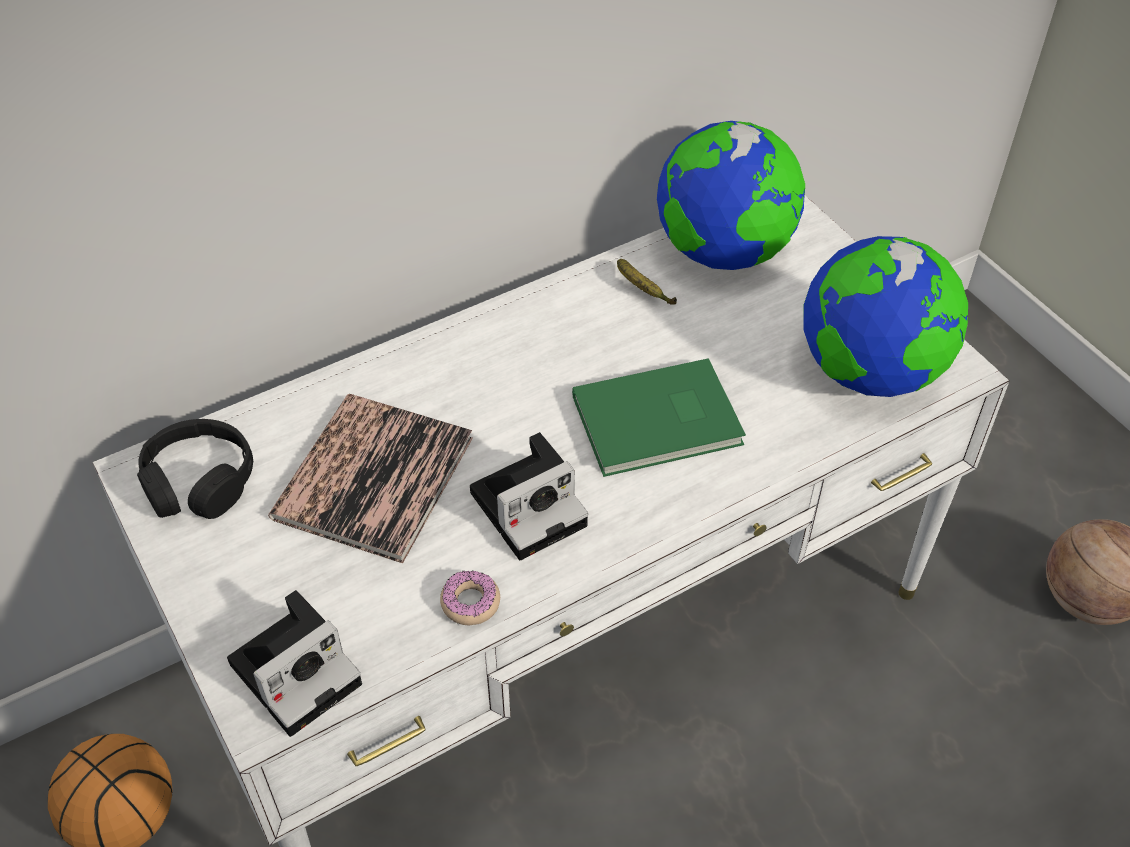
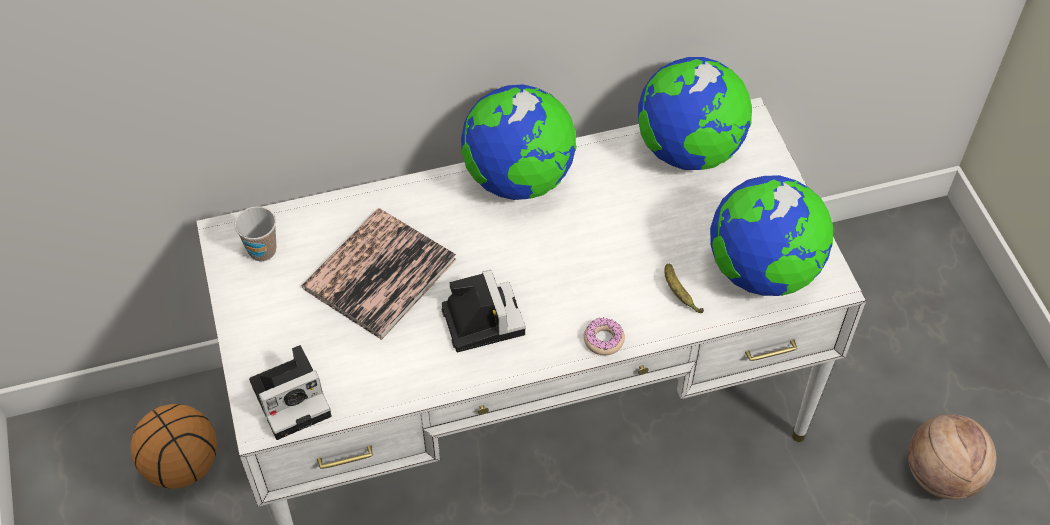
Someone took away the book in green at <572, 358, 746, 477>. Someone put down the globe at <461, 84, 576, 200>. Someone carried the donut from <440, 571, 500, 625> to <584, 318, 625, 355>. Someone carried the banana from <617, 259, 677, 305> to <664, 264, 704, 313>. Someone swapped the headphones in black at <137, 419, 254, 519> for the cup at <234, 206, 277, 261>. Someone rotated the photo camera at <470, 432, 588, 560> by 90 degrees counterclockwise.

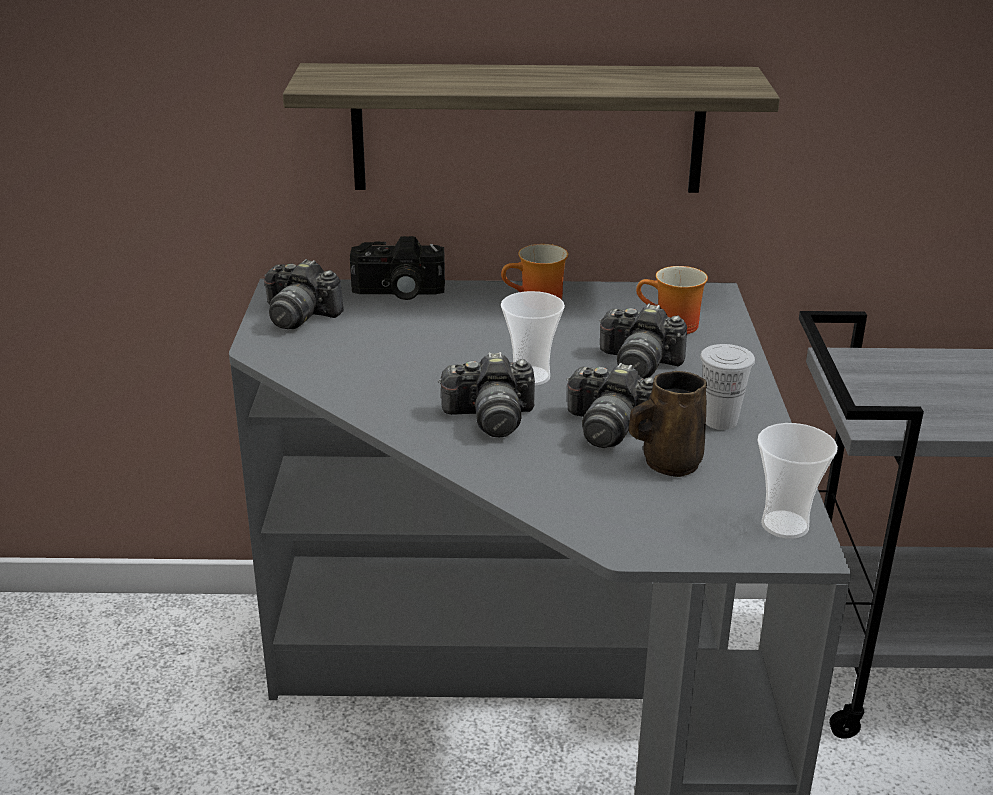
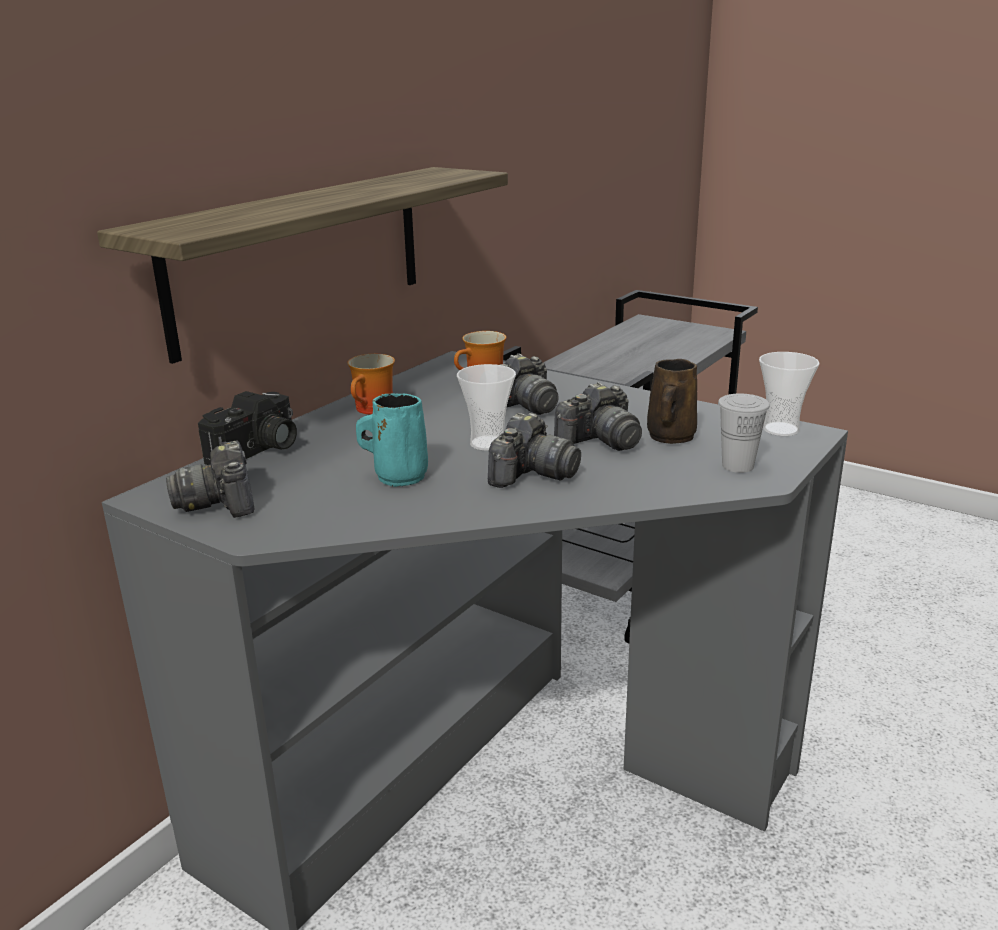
Someone put down the mug in turquoise at <356, 394, 428, 487>. Someone carried the cup in white from <700, 344, 755, 430> to <718, 394, 770, 473>. Someone rotated the photo camera at <264, 259, 344, 329> by 105 degrees clockwise.

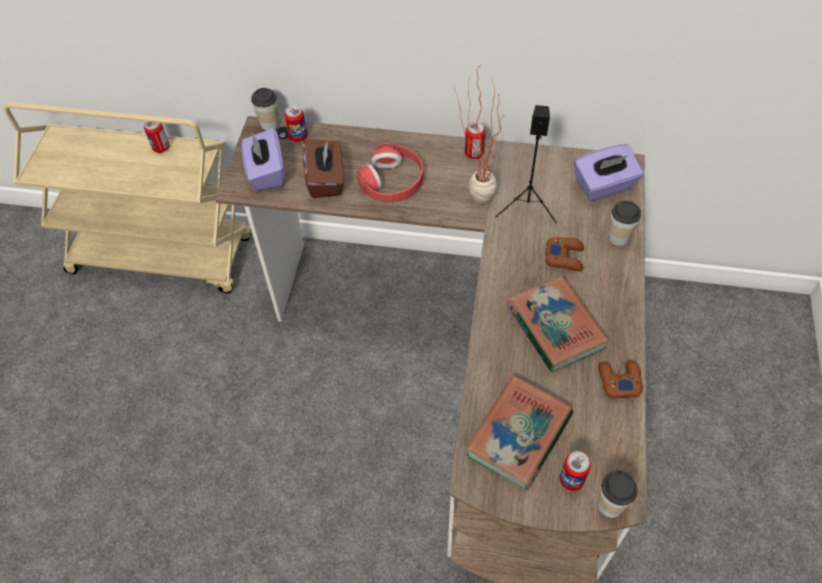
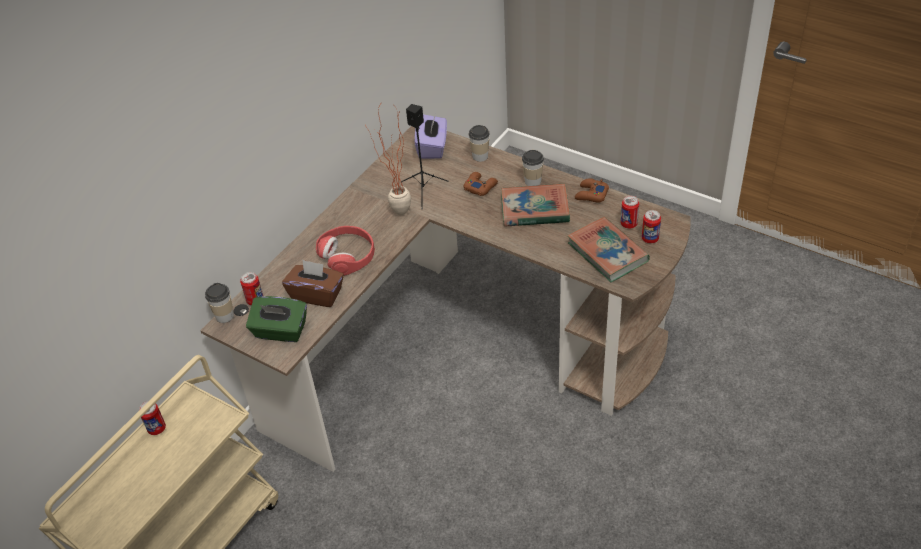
Someone carried the can from <465, 122, 485, 159> to <621, 196, 639, 228>. Someone carried the cup from <598, 470, 638, 518> to <522, 150, 544, 186>. Someone repainted the tissue box in purple at <241, 128, 285, 191>, which became the tissue box in green at <246, 296, 307, 342>.

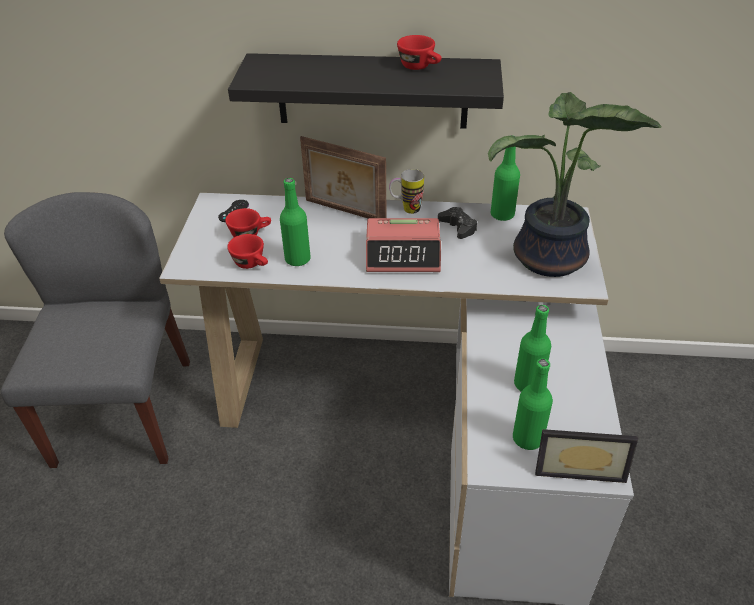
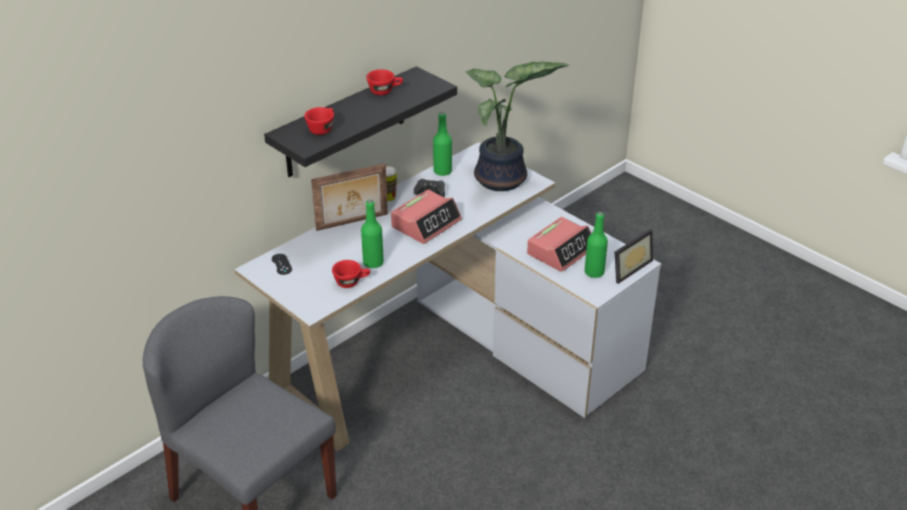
Someone carried the cup in red from <225, 208, 271, 237> to <304, 107, 334, 135>. Someone swapped the bottle in green at <514, 305, 551, 392> for the alarm clock at <527, 217, 591, 272>.

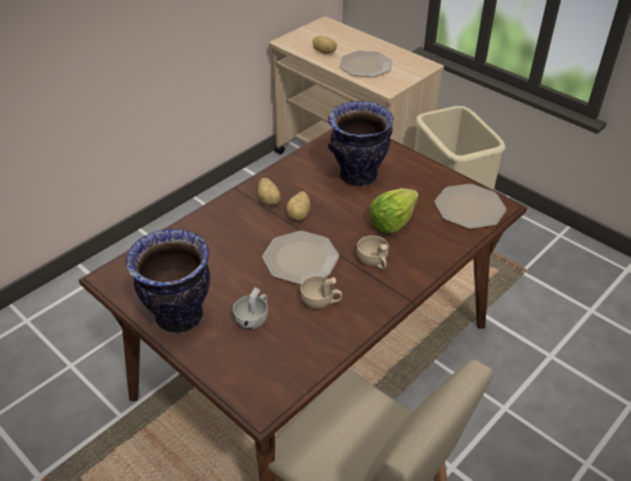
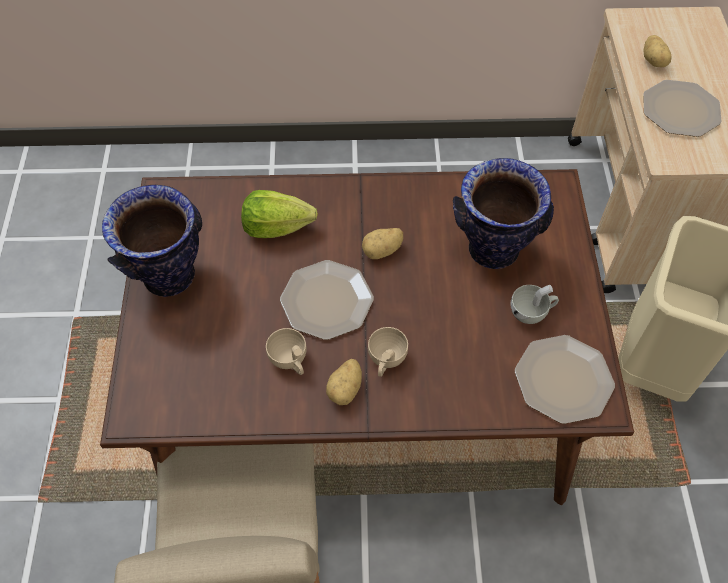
Someone carried the cup in white from <233, 287, 268, 330> to <510, 285, 559, 324>. Someone carried the potato from <257, 178, 281, 205> to <326, 359, 362, 405>. Someone carried the lettuce from <369, 188, 419, 234> to <241, 190, 318, 238>.

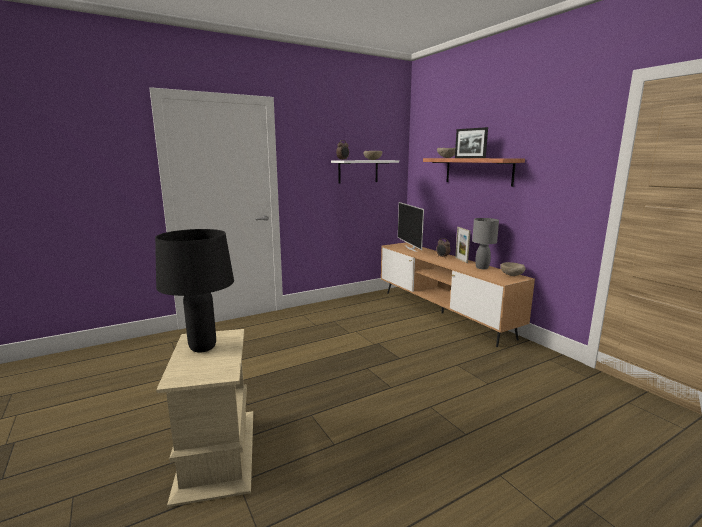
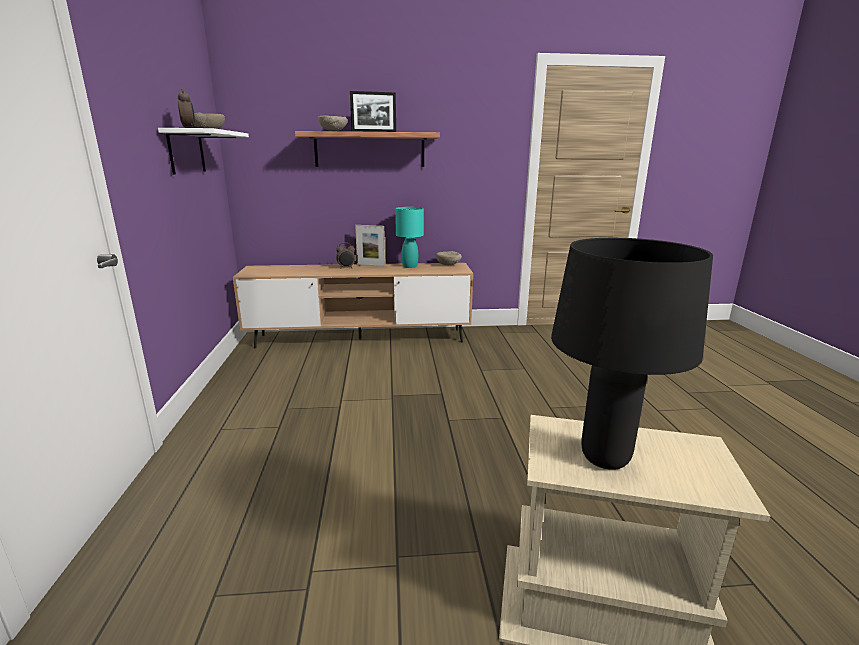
Someone took away the television at <398, 202, 424, 252>. Someone repainted the table lamp in grey at <472, 218, 499, 269>, which became the table lamp in turquoise at <395, 207, 424, 268>.

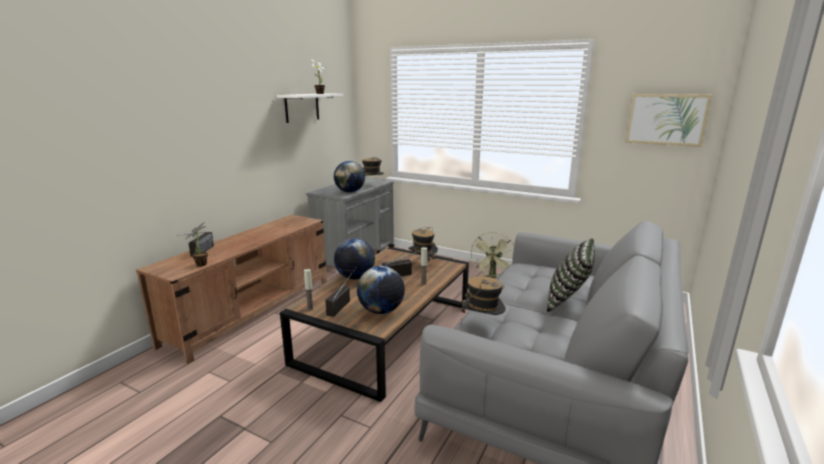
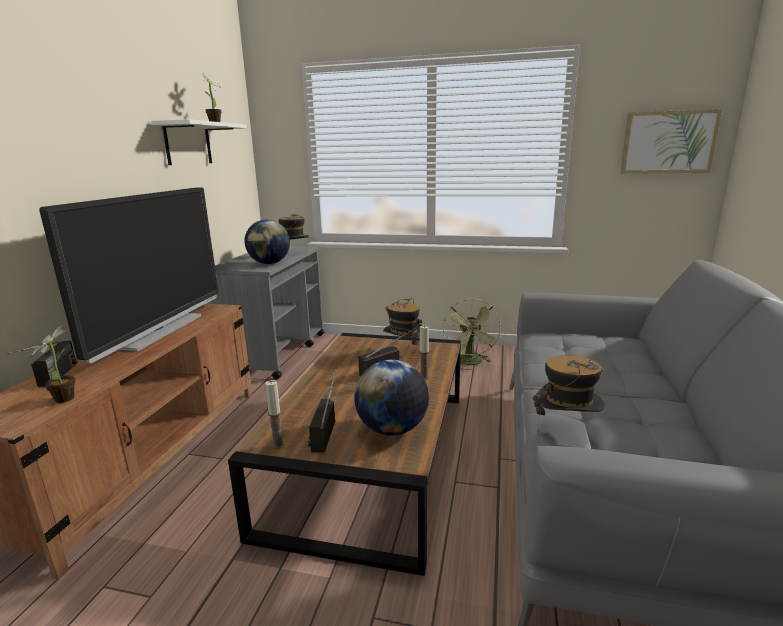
Someone took away the globe at <334, 239, 375, 279>. Someone took away the pillow at <547, 238, 595, 312>. Someone put down the television at <39, 187, 218, 363>.

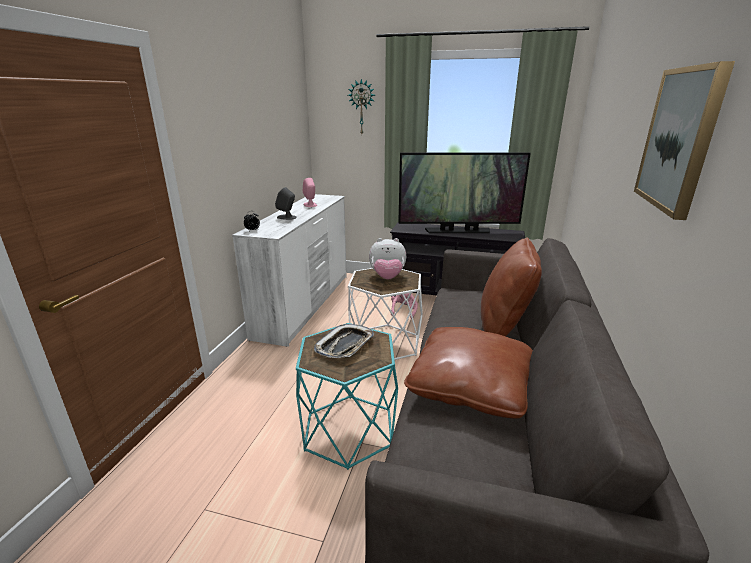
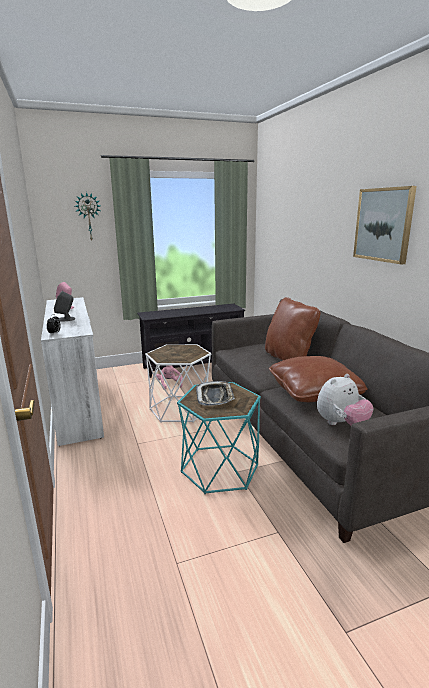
Someone took away the television at <398, 153, 531, 233>. Someone carried the plush toy from <369, 238, 406, 279> to <317, 374, 374, 425>.

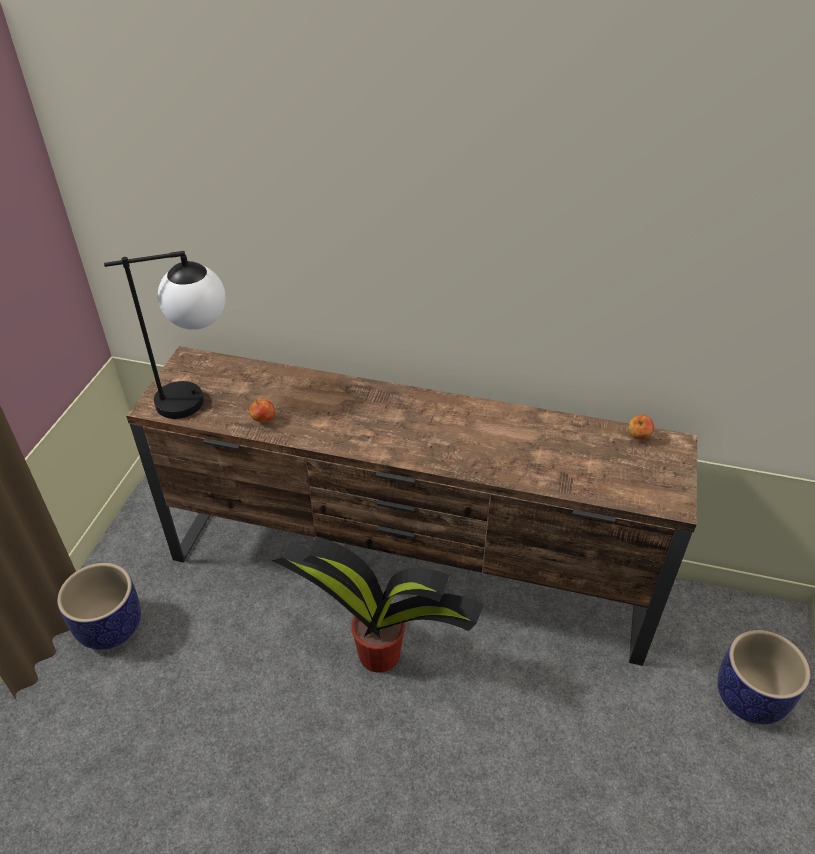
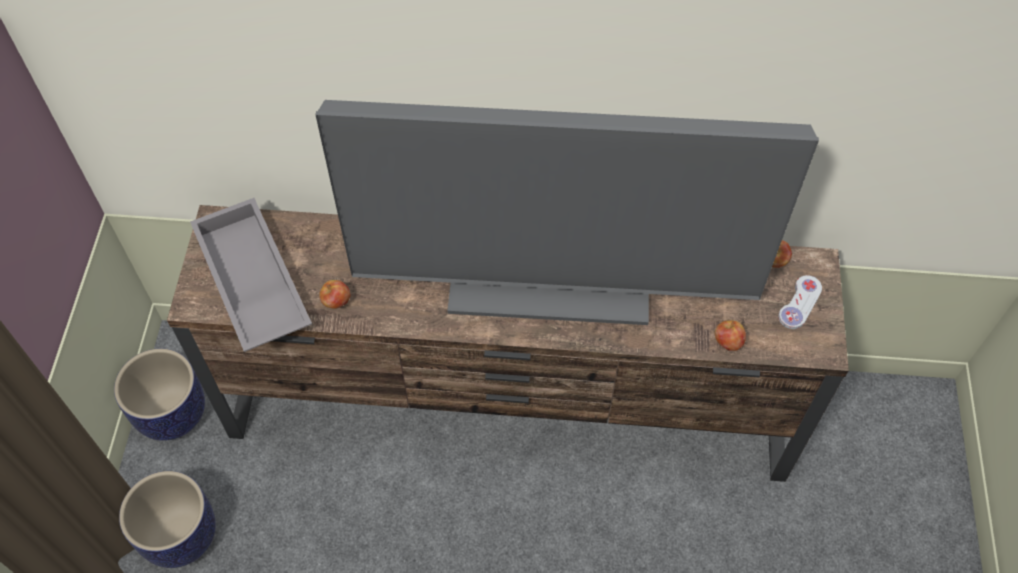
Someone took away the potted plant at <272, 536, 484, 673>. Someone put down the television at <315, 100, 819, 325>. Someone put down the apple at <715, 320, 746, 351>. Someone put down the game controller in white at <778, 275, 822, 329>. Someone carried the planter from <717, 630, 810, 724> to <114, 348, 205, 441>. Someone swapped the table lamp at <104, 251, 226, 419> for the tray in grey at <190, 198, 312, 352>.

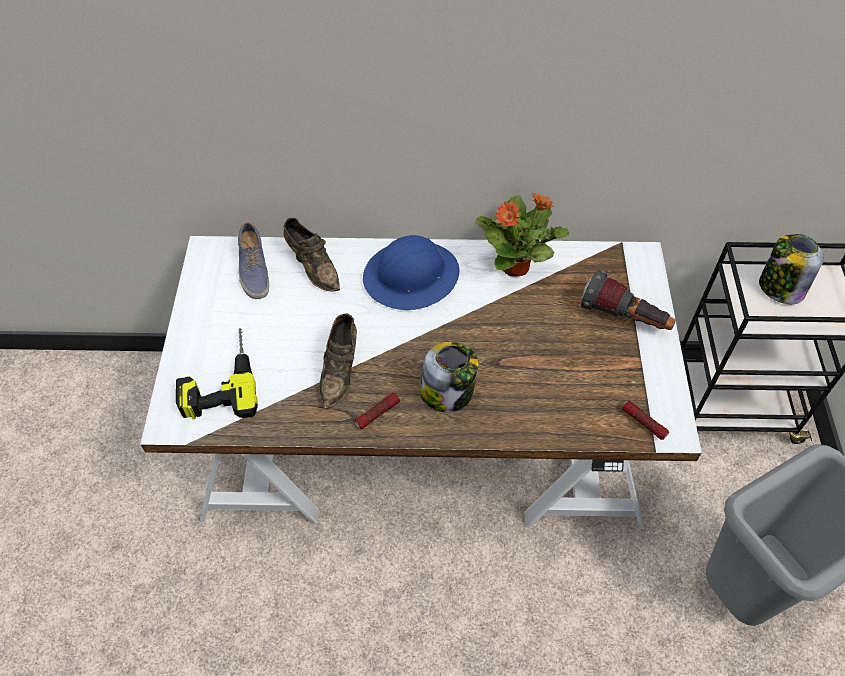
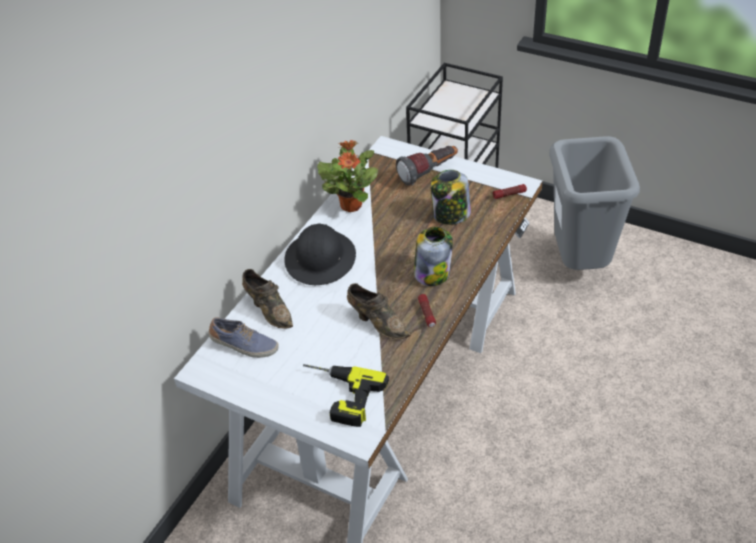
Someone carried the jar from <759, 234, 824, 304> to <431, 170, 471, 225>. Someone repainted the hard hat in blue at <363, 235, 459, 310>, which became the hard hat in black at <284, 224, 356, 285>. Someone rotated the shoe in brown at <283, 218, 340, 291> by 60 degrees clockwise.

